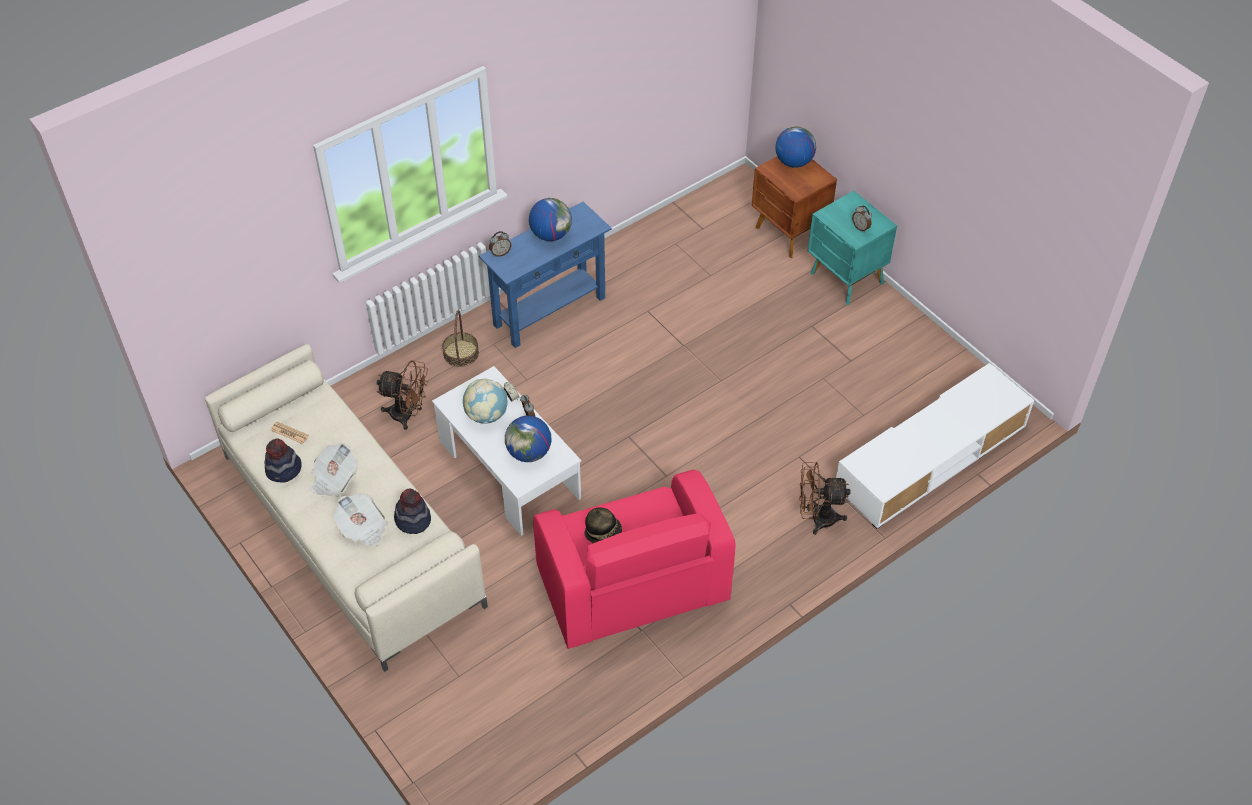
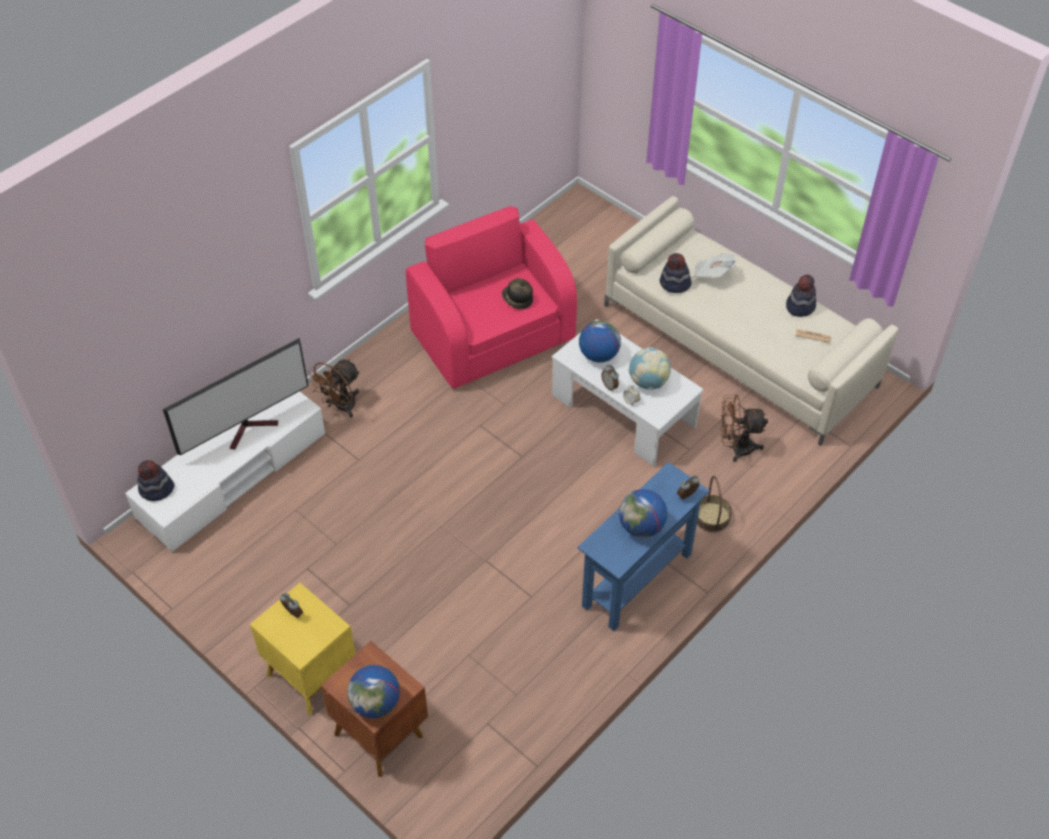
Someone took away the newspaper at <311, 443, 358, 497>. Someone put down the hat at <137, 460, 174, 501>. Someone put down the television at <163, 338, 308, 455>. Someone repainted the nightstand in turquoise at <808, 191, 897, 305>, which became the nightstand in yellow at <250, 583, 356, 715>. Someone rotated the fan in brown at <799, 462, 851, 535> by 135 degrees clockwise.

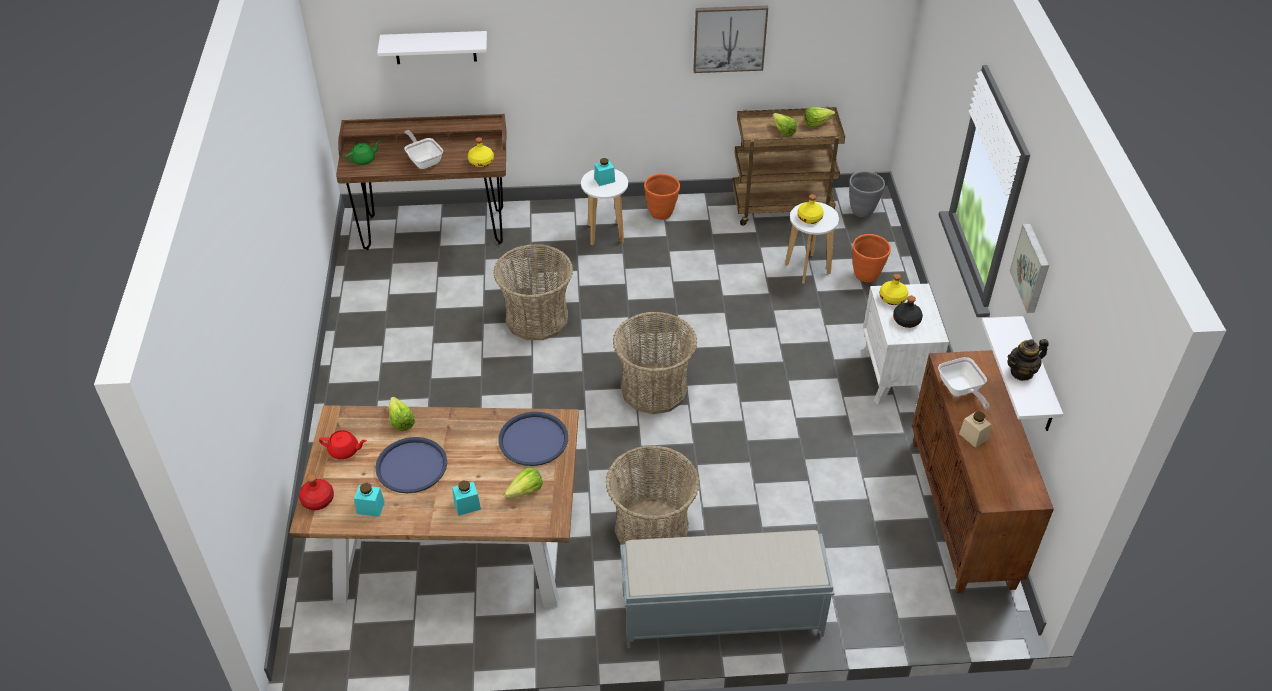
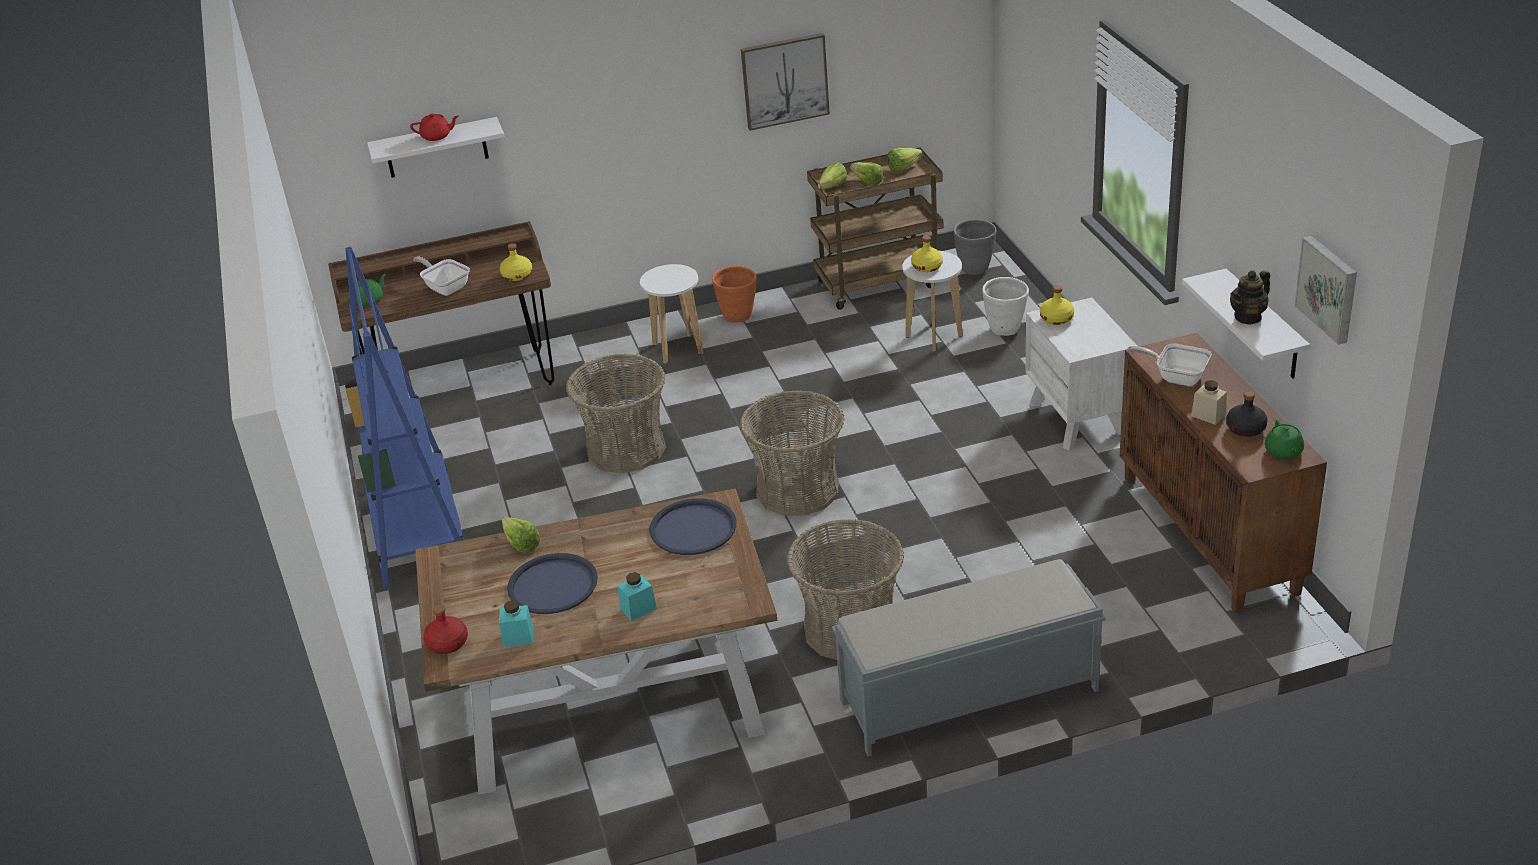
Someone took away the jar in turquoise at <594, 158, 615, 186>. Someone put down the bookcase in blue at <345, 246, 464, 589>. Someone put down the teapot in green at <1265, 420, 1304, 459>. Someone carried the teapot in red from <319, 430, 367, 459> to <410, 113, 458, 141>. Someone carried the lettuce from <504, 467, 543, 499> to <818, 162, 847, 189>. Someone carried the bottle in black from <893, 296, 923, 328> to <1226, 391, 1268, 437>. Someone carried the picture from <1009, 224, 1049, 313> to <1295, 235, 1357, 345>. Someone repainted the planter in orange at <852, 234, 891, 282>, which became the planter in white at <982, 277, 1029, 336>. Someone rotated the frying pan at <938, 357, 990, 410> by 150 degrees clockwise.

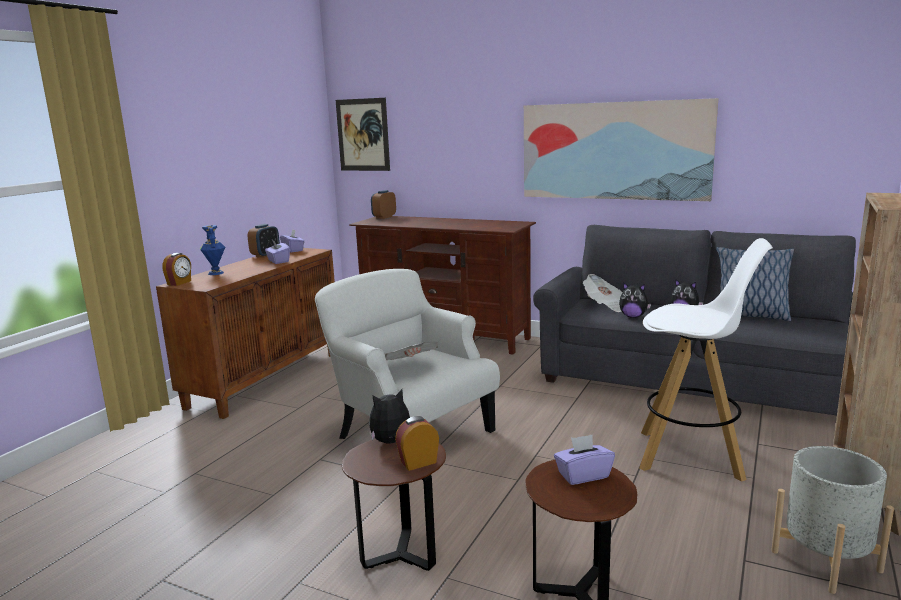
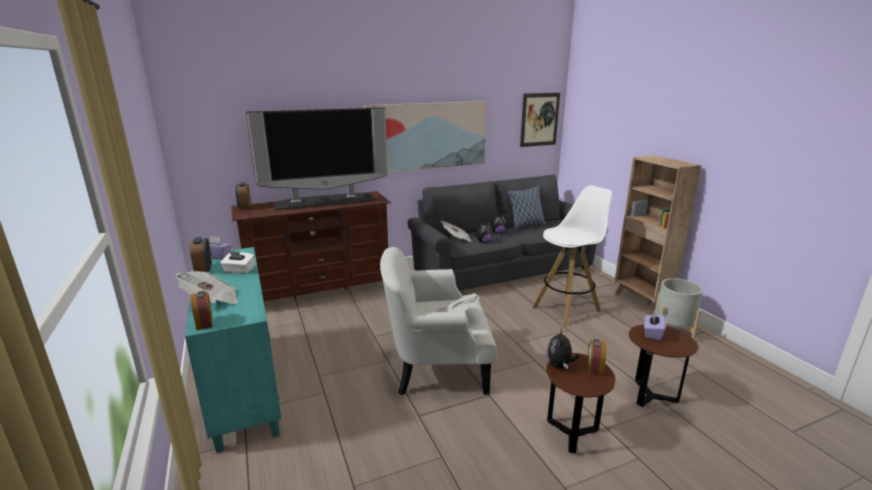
Someone put down the television at <246, 108, 388, 210>. Someone carried the picture from <336, 98, 390, 171> to <520, 93, 560, 147>. Someone swapped the vase in blue at <200, 225, 225, 275> for the newspaper at <176, 271, 238, 304>. Someone repainted the cabinet in brown at <156, 248, 335, 419>, which became the cabinet in turquoise at <185, 247, 281, 453>. Someone repainted the tissue box in purple at <265, 240, 290, 264>, which became the tissue box in white at <220, 251, 255, 274>.

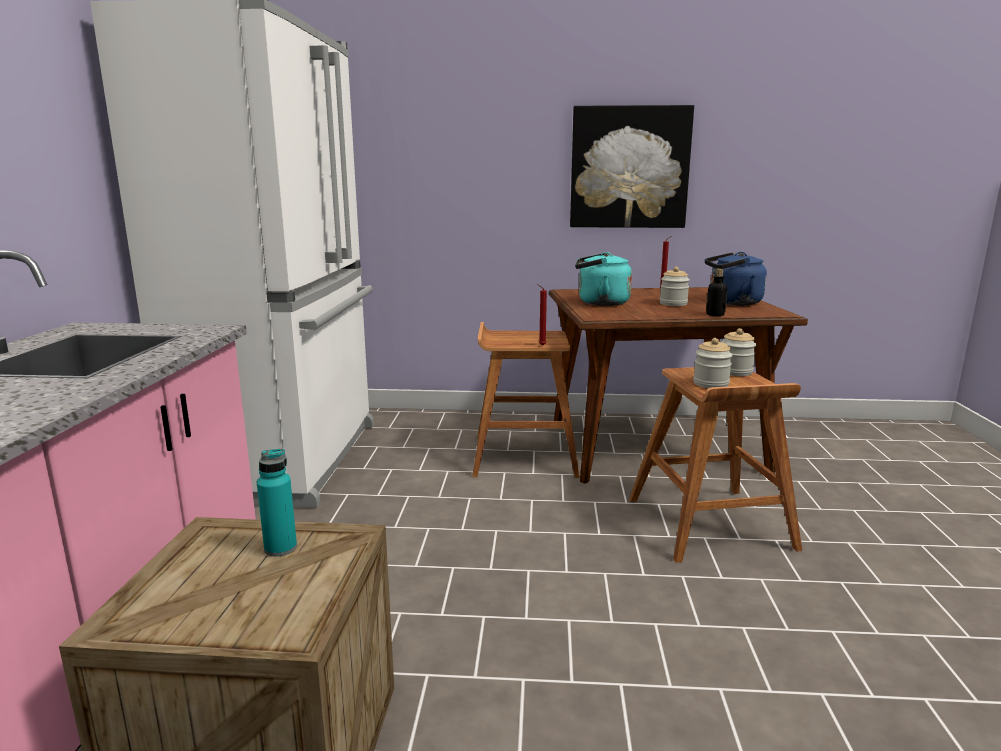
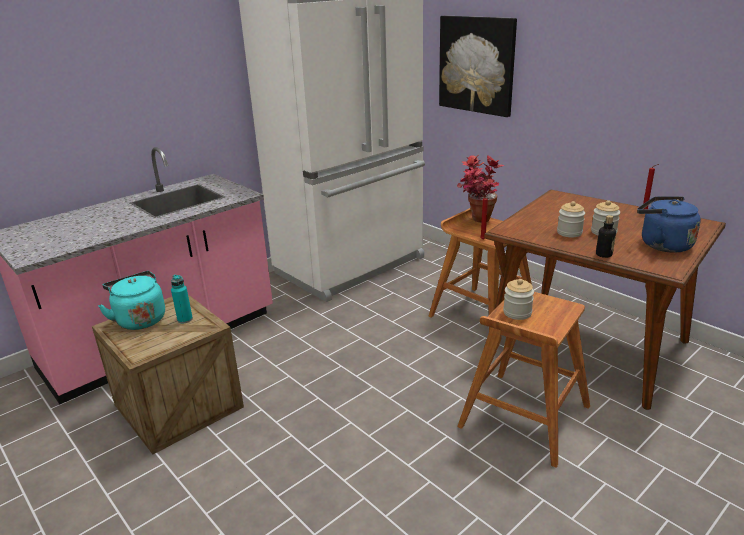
Someone put down the potted plant at <457, 155, 505, 222>. Someone carried the picture from <570, 105, 694, 228> to <439, 16, 517, 117>. Someone carried the kettle in turquoise from <575, 252, 632, 306> to <98, 271, 165, 330>. Someone carried the jar from <721, 328, 756, 376> to <557, 201, 585, 237>.

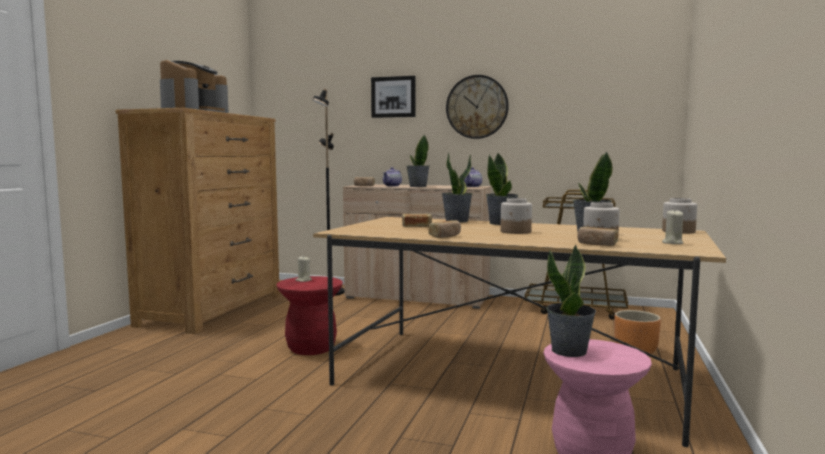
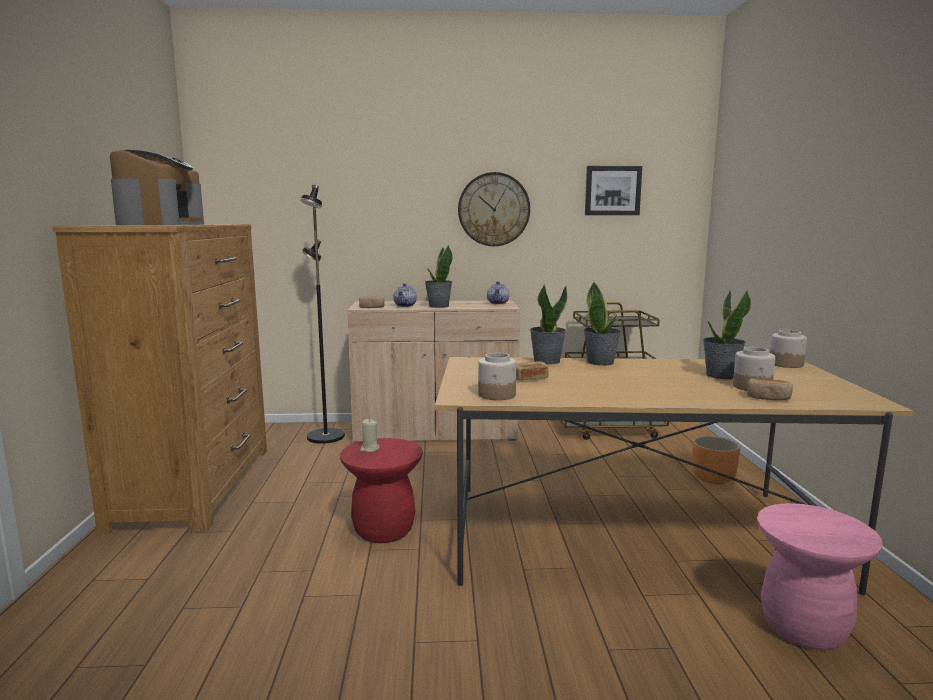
Someone took away the bread at <429, 220, 461, 238>. Someone took away the potted plant at <546, 245, 596, 357>. Someone took away the candle in beige at <662, 209, 683, 244>. Someone carried the picture from <371, 76, 416, 118> to <585, 166, 642, 215>. Someone carried the jar from <500, 198, 532, 234> to <478, 353, 516, 400>.

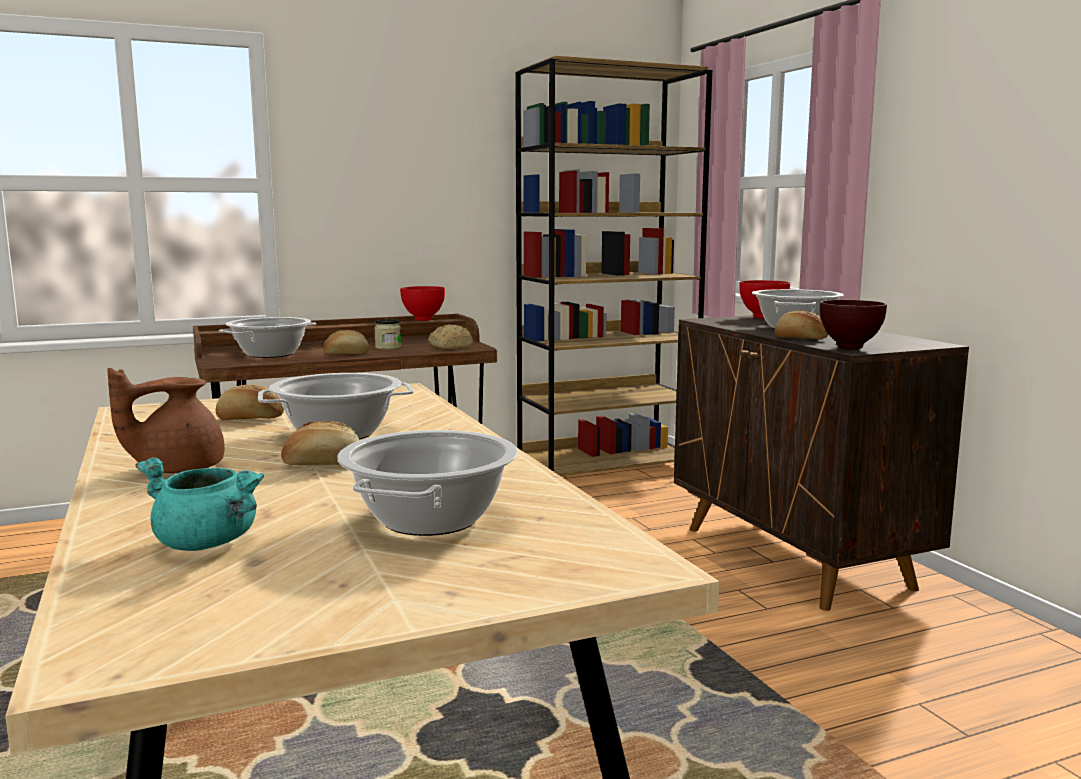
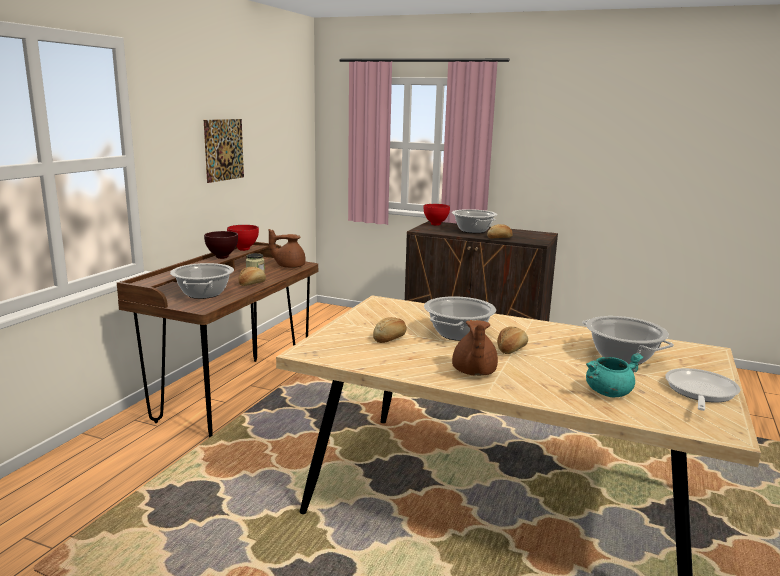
Someone took away the bookcase in brown at <515, 55, 712, 476>. Someone put up the picture at <204, 119, 244, 183>. Someone put down the frying pan at <665, 368, 740, 411>. Someone carried the bowl in brown from <820, 300, 887, 350> to <204, 231, 238, 259>. Someone swapped the bread at <428, 324, 473, 349> for the teapot in brown at <269, 229, 306, 268>.

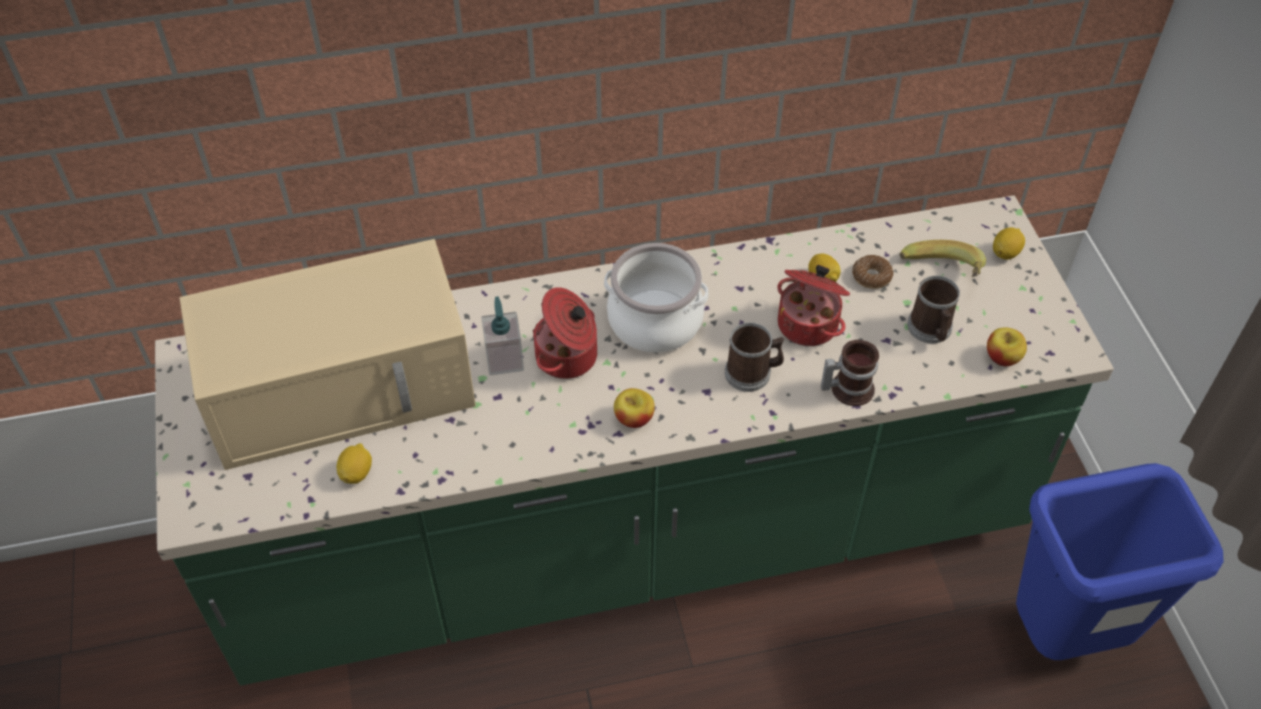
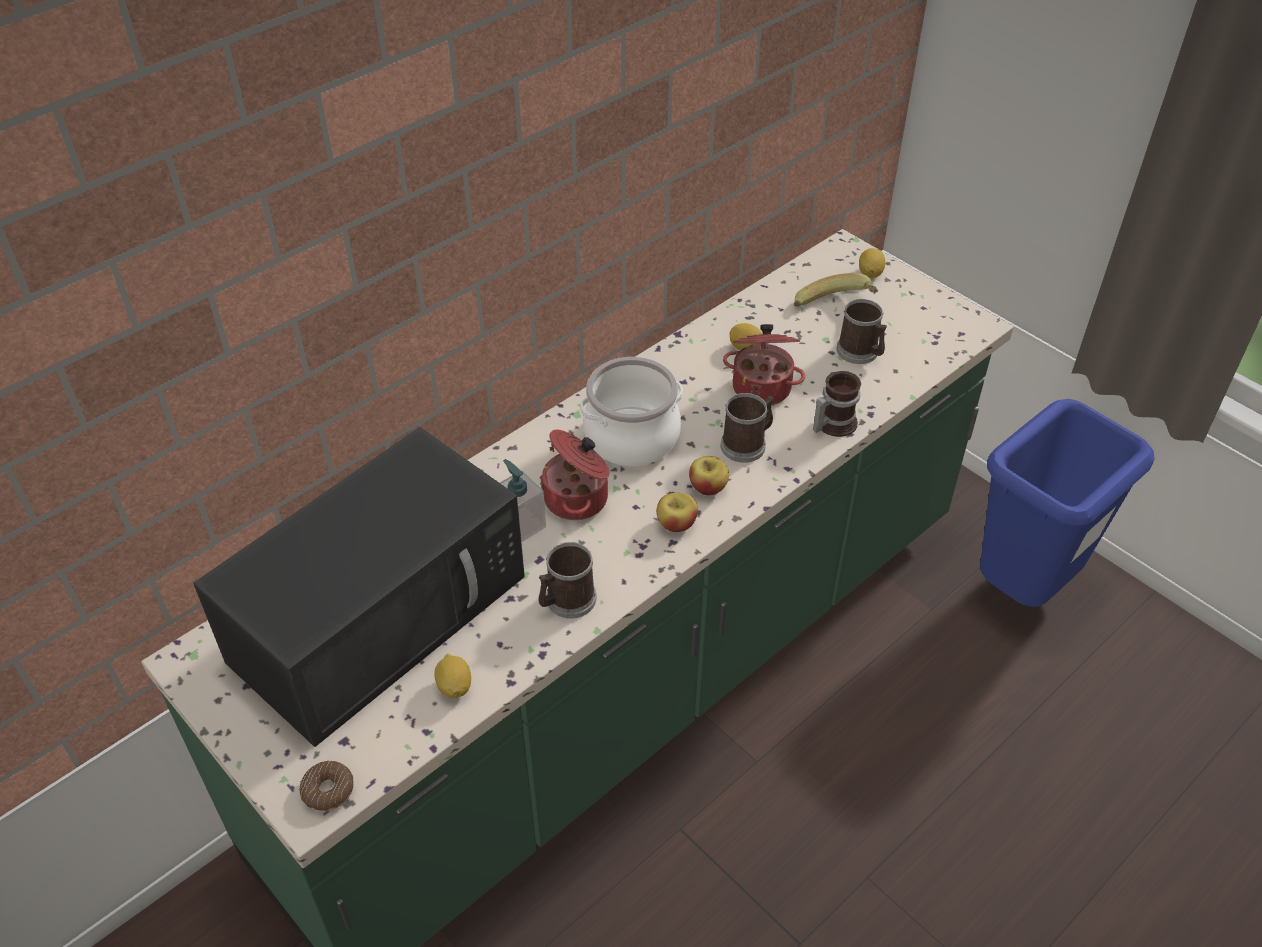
Someone put down the mug at <538, 542, 596, 618>. Someone carried the donut from <852, 255, 894, 289> to <299, 761, 354, 811>. Someone carried the apple from <987, 327, 1027, 366> to <689, 456, 729, 495>. Someone repainted the microwave in beige at <180, 239, 476, 470>, which became the microwave in black at <193, 427, 525, 747>.

